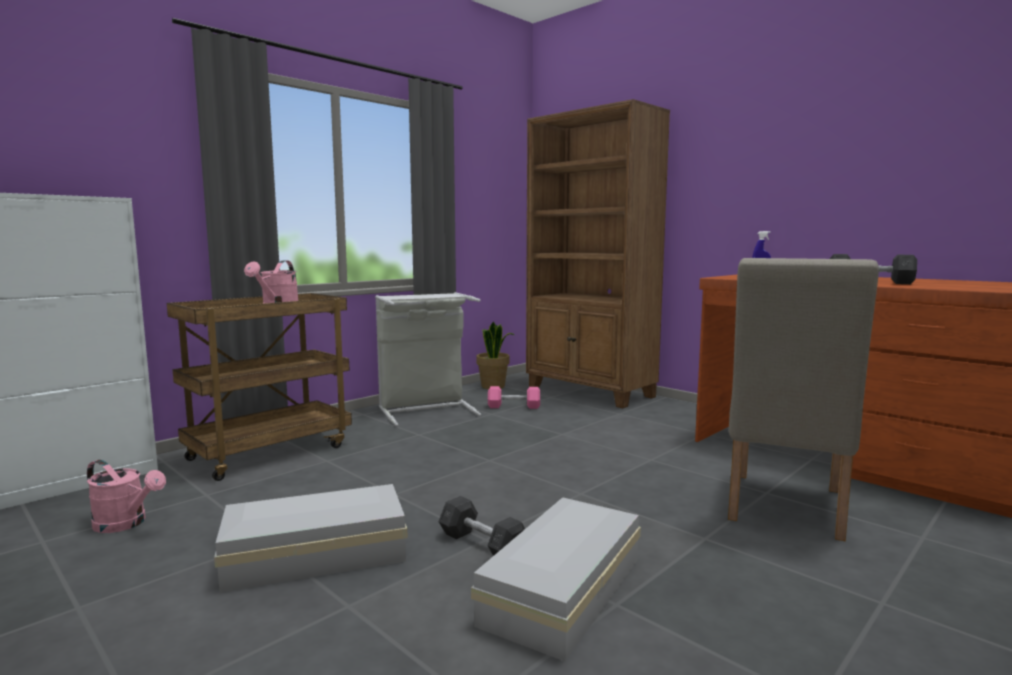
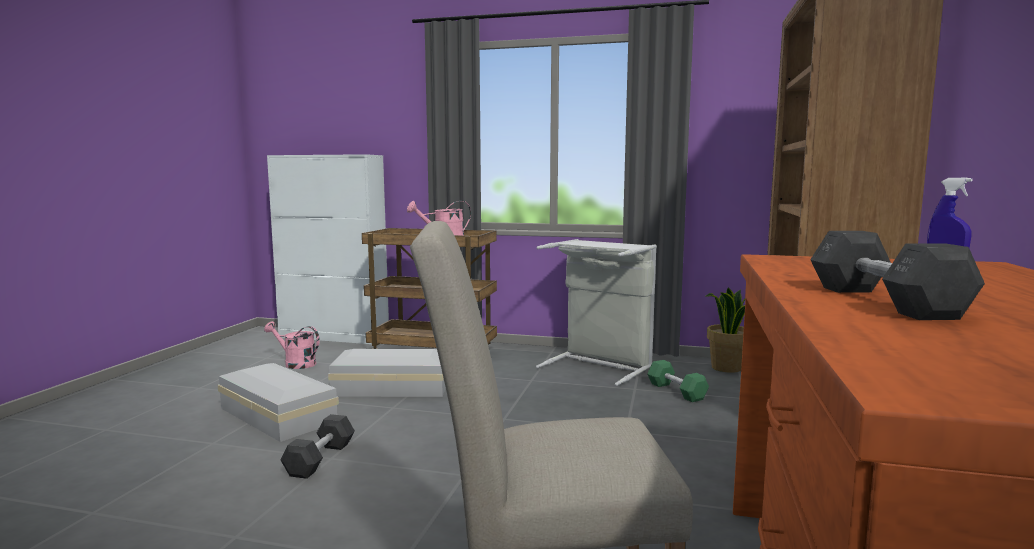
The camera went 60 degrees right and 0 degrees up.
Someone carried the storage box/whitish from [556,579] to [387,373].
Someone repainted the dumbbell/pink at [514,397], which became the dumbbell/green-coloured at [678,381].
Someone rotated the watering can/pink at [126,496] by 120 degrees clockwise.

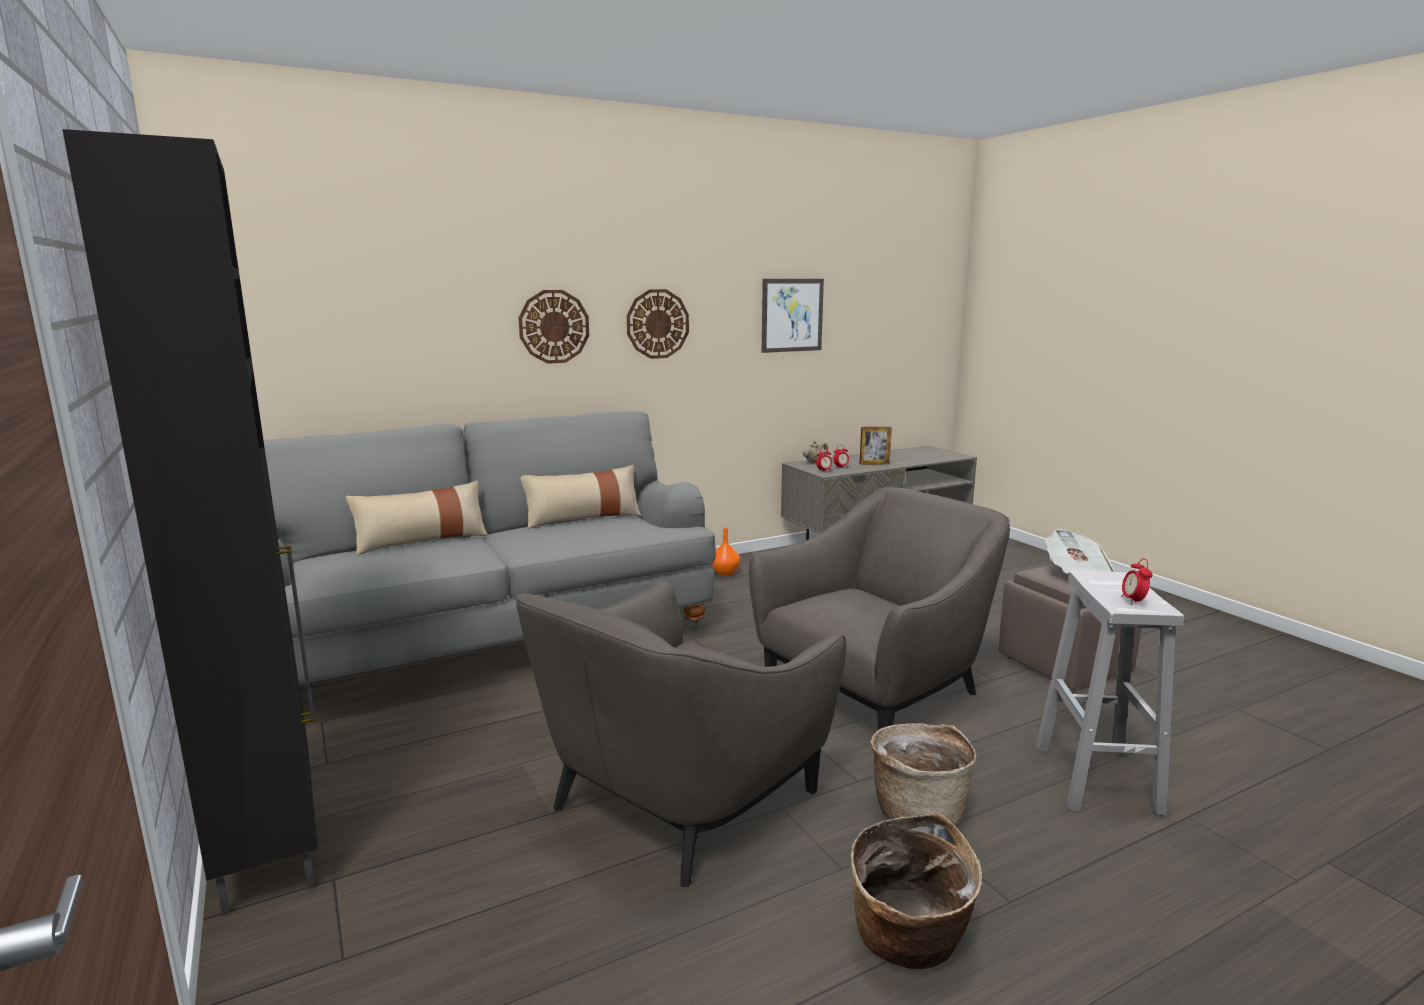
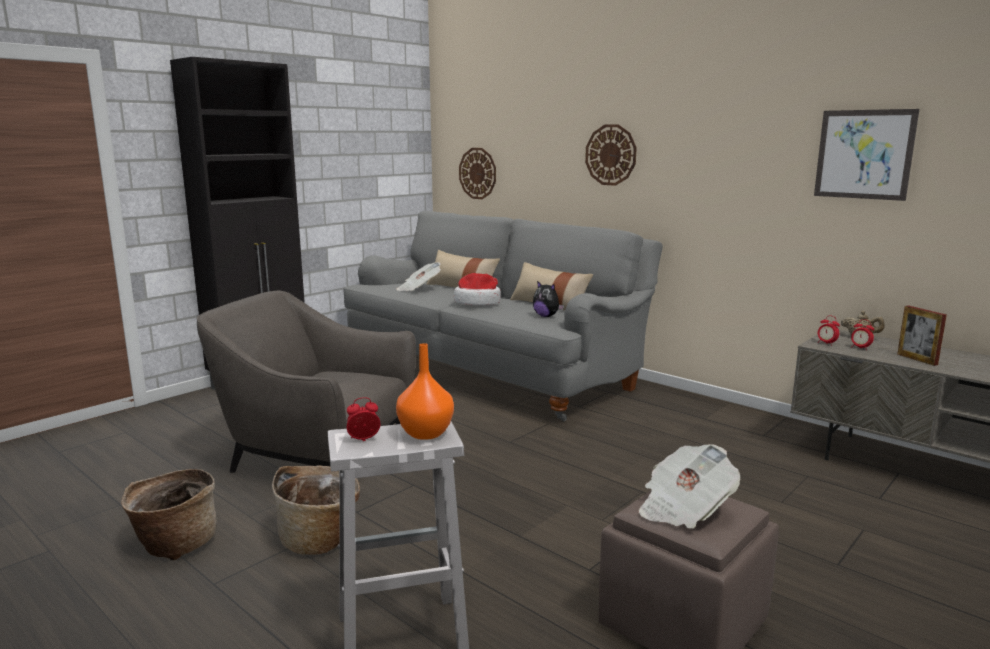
The camera went 70 degrees right and 0 degrees up.
Someone took away the easy chair/grey at [879,608].
Someone put down the newspaper at [419,276].
Someone put down the clothing hat at [477,289].
Someone put down the soft toy at [548,299].
Someone carried the wall clock from [658,324] to [477,173].
Someone carried the flower vase/orange from [726,551] to [425,391].

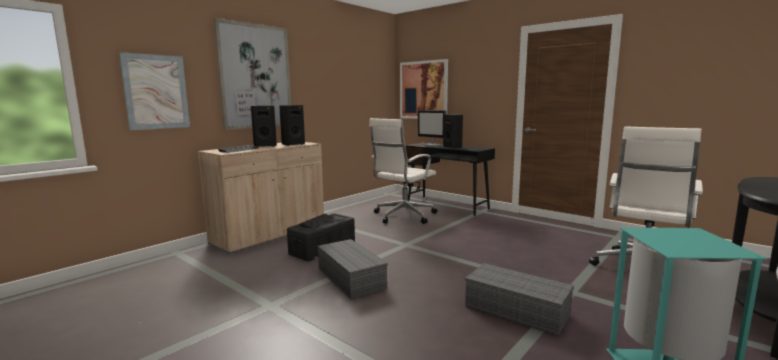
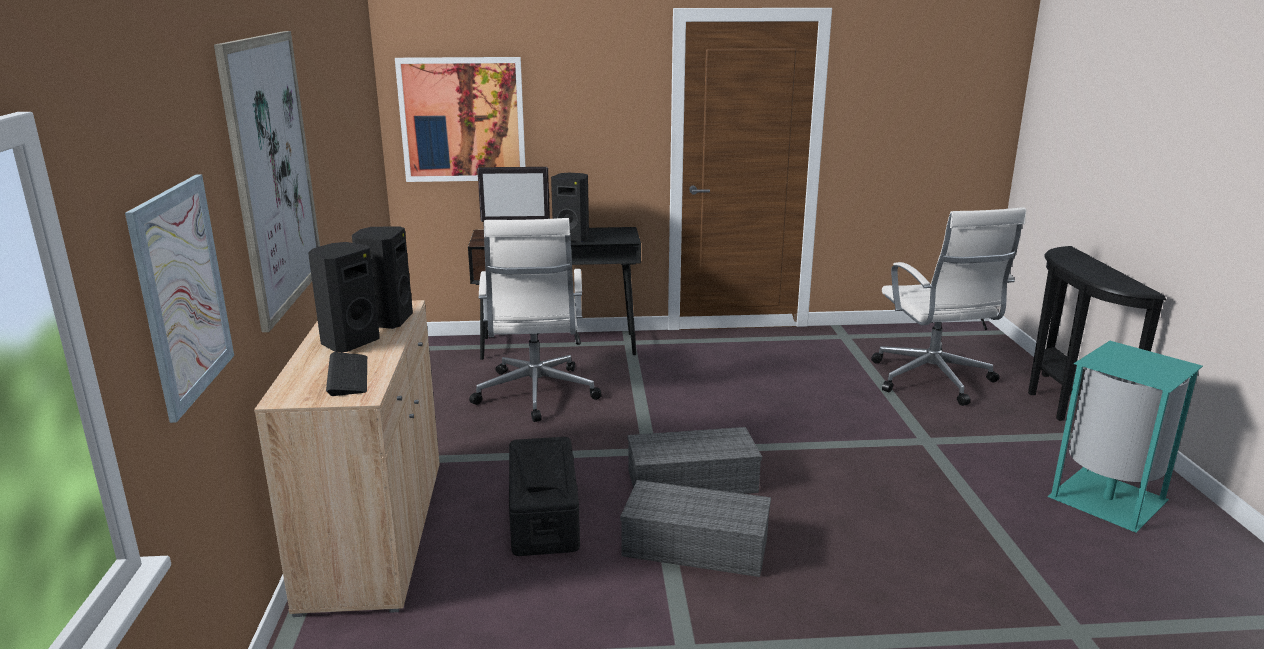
The camera went 45 degrees left and 10 degrees up.
Someone carried the storage box/grey from [519,299] to [694,460].

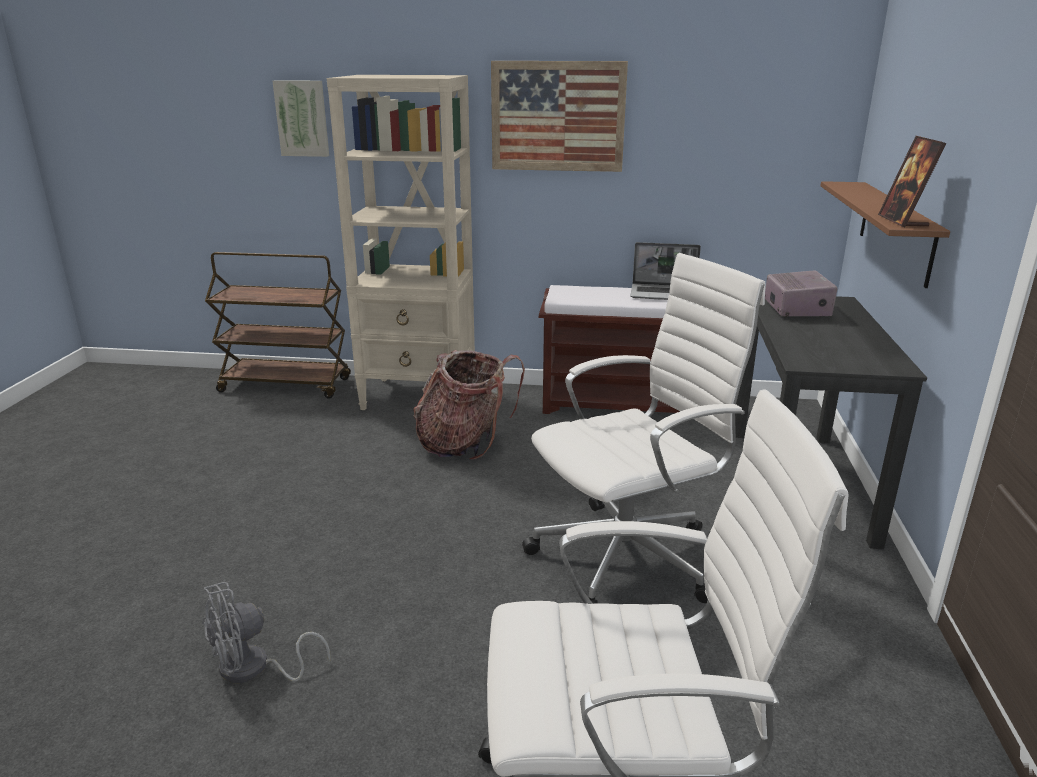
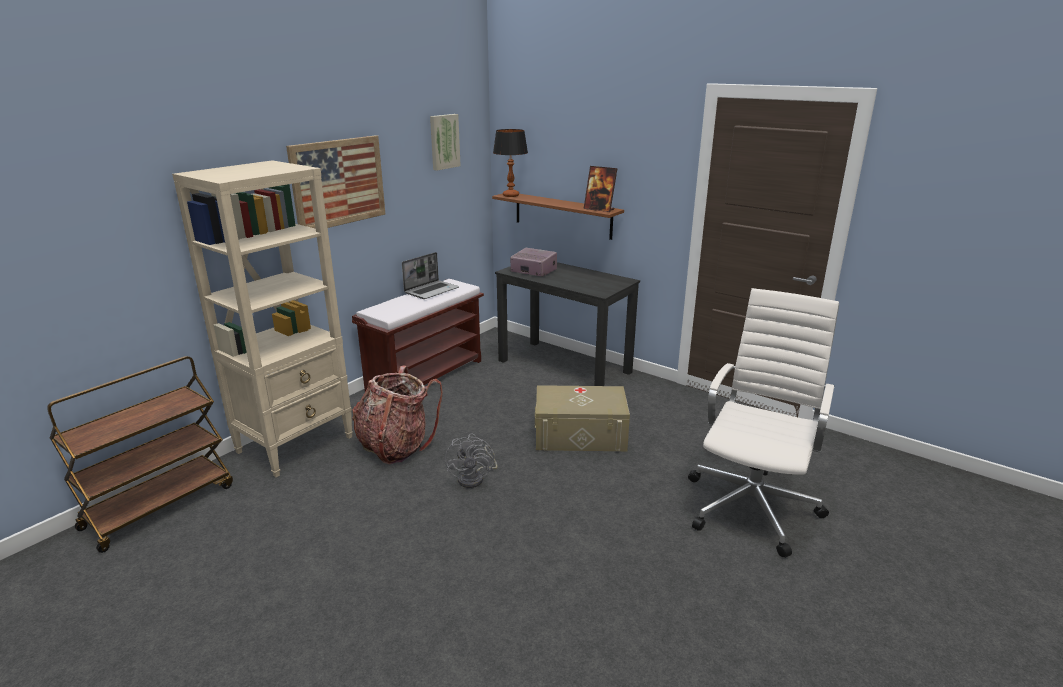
The camera went 60 degrees left and 0 degrees up.
Someone put down the table lamp at [510,163].
Someone carried the cooling fan/grey from [266,632] to [471,460].
Someone carried the wall art from [300,118] to [445,142].
Someone swapped the office chair/whitish at [644,428] for the storage box/sand-coloured at [582,418].

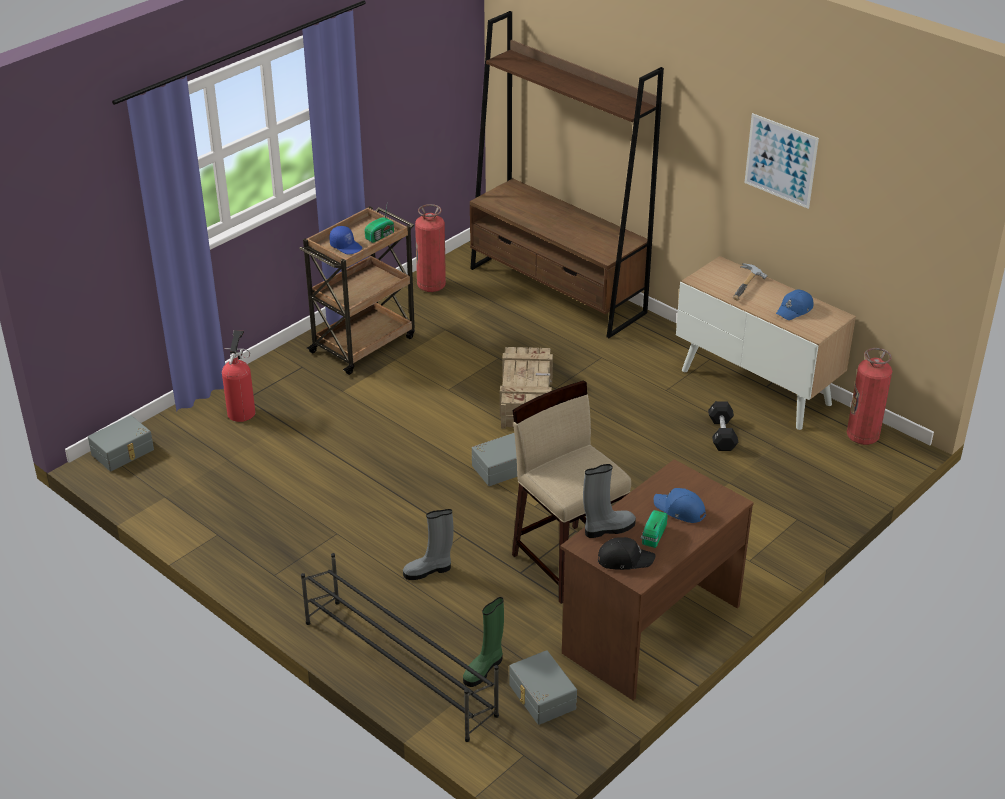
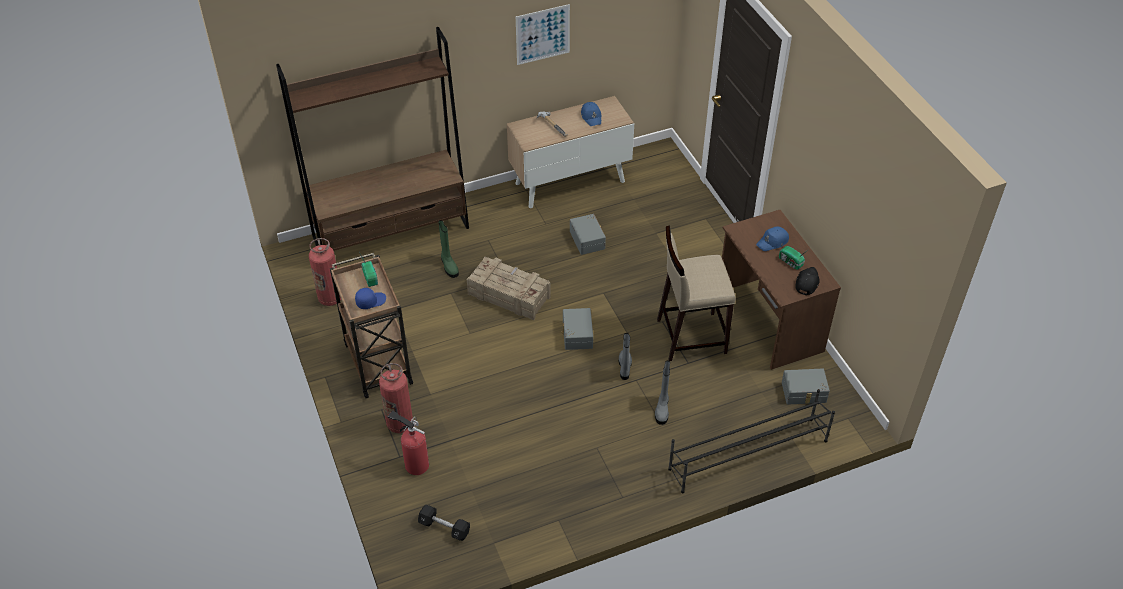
The camera went 65 degrees left and 10 degrees up.
Someone carried the storage box/grey from [121,443] to [588,234].
Someone carried the tall boot/green-coloured from [483,642] to [449,249].
Someone carried the tall boot/grey from [609,501] to [625,356].
Someone carried the dumbbell/blackish from [723,426] to [444,523].
Someone carried the fire-fighting cylinder from [869,396] to [396,398].

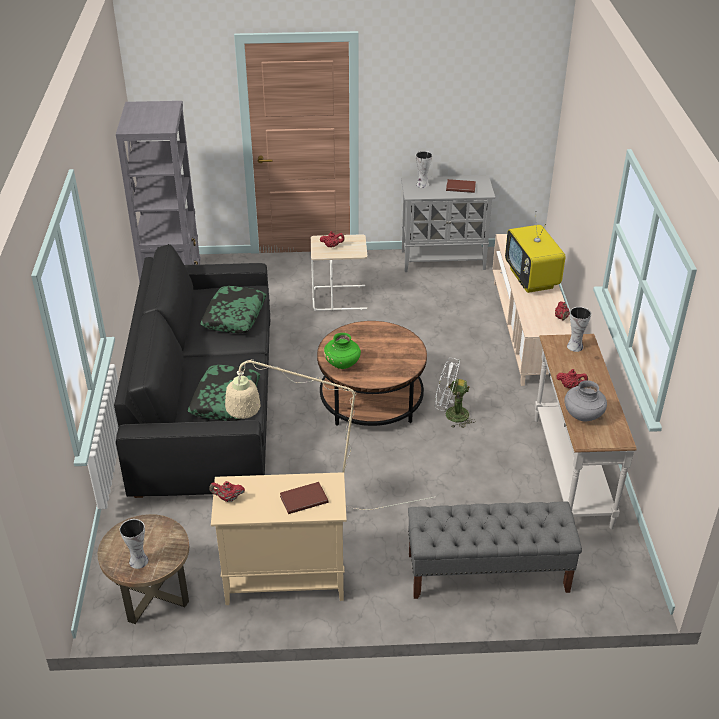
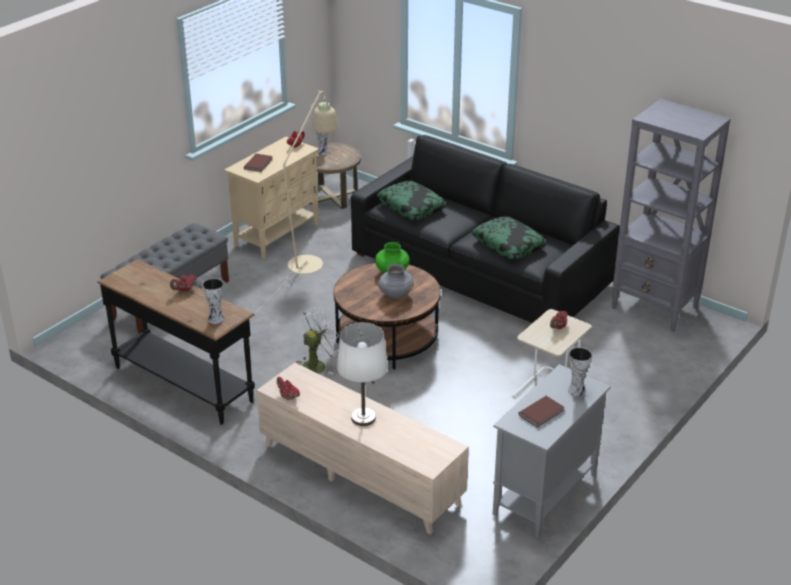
The camera went 130 degrees right and 5 degrees down.
Someone carried the flower vase/grey from [585,400] to [396,281].
Someone swapped the TV at [535,252] for the table lamp/whitish at [362,374].
Someone repainted the hall table/whitish at [586,431], which became the hall table/blackish at [176,342].

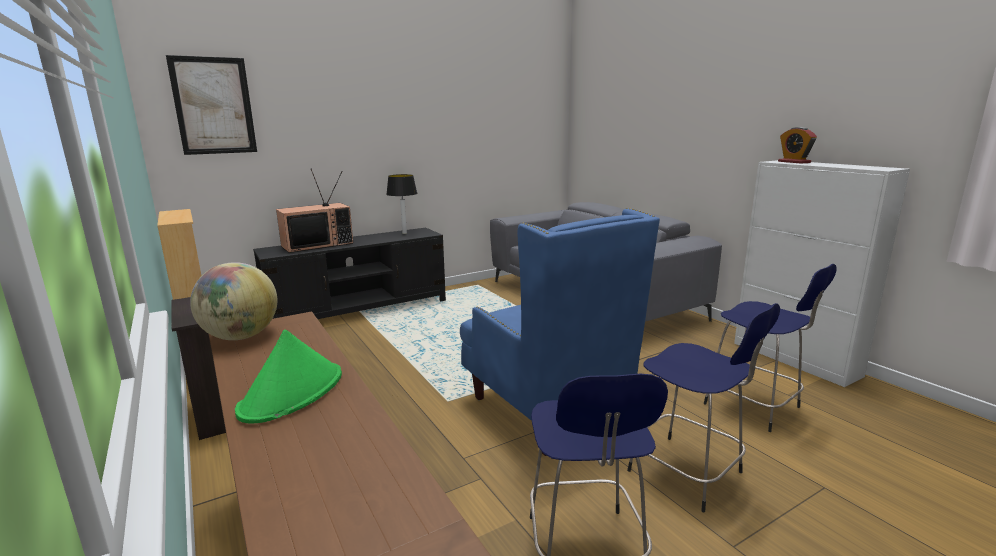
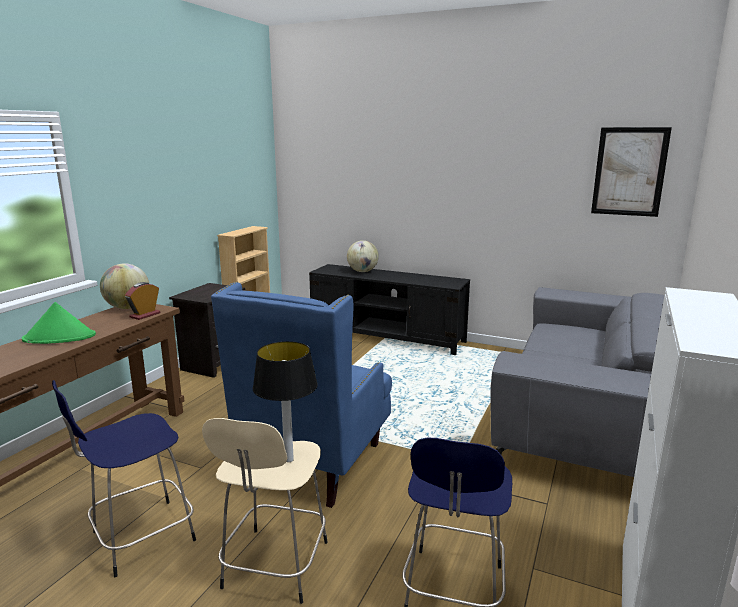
The camera went 55 degrees right and 0 degrees up.
Someone carried the wall art from [211,105] to [631,172].
Someone carried the table lamp from [401,204] to [285,401].
Someone carried the alarm clock from [797,145] to [142,301].
Someone swapped the TV at [314,211] for the world globe at [363,256].
Someone repainted the sitting stool/bluish at [703,408], which became the sitting stool/sand-coloured at [265,511].

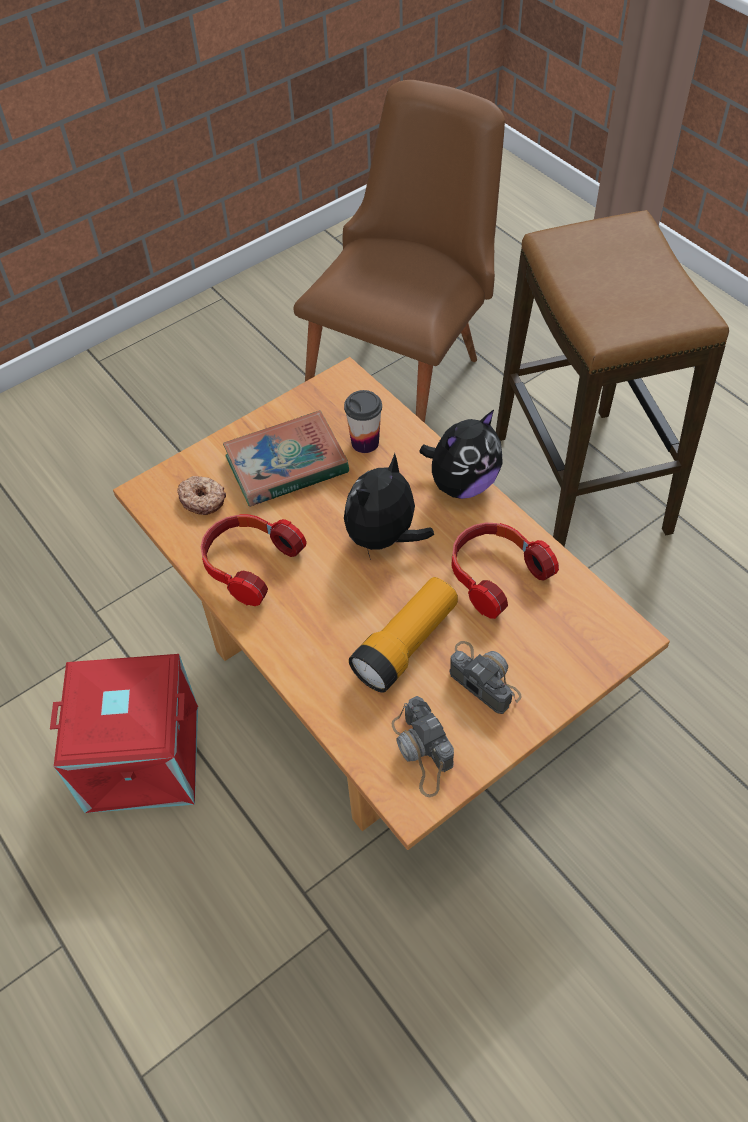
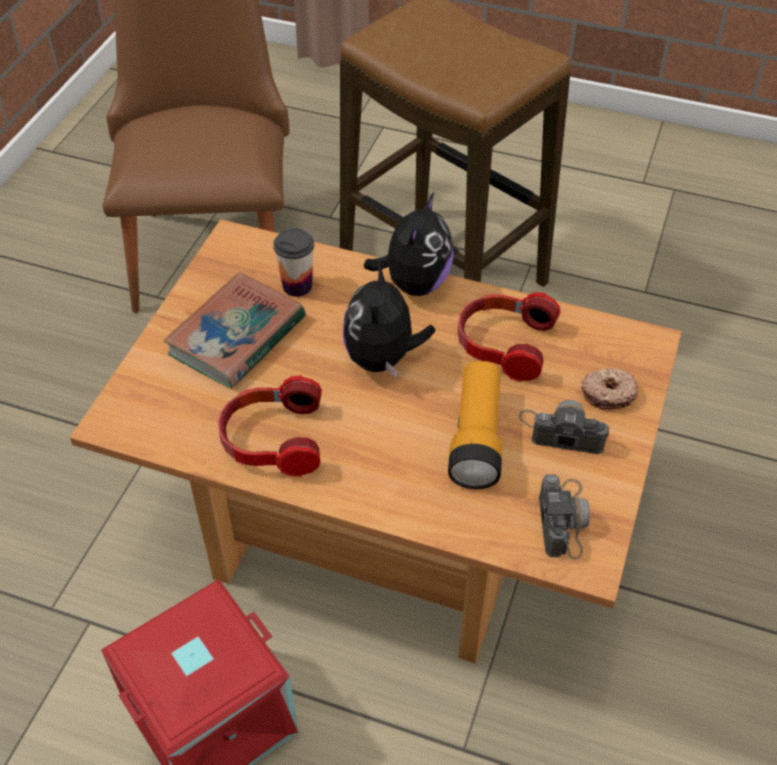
The camera went 35 degrees left and 5 degrees down.
Someone carried the donut from [201,495] to [609,388].
Someone rotated the still camera at [423,746] by 120 degrees counterclockwise.

